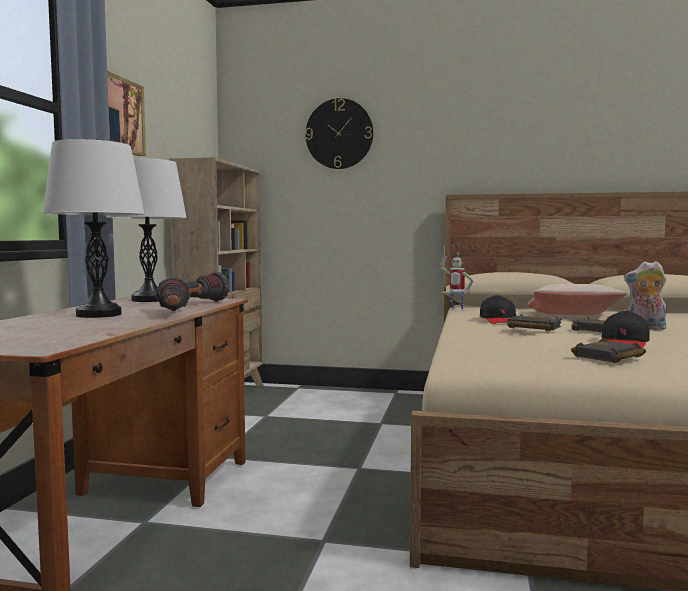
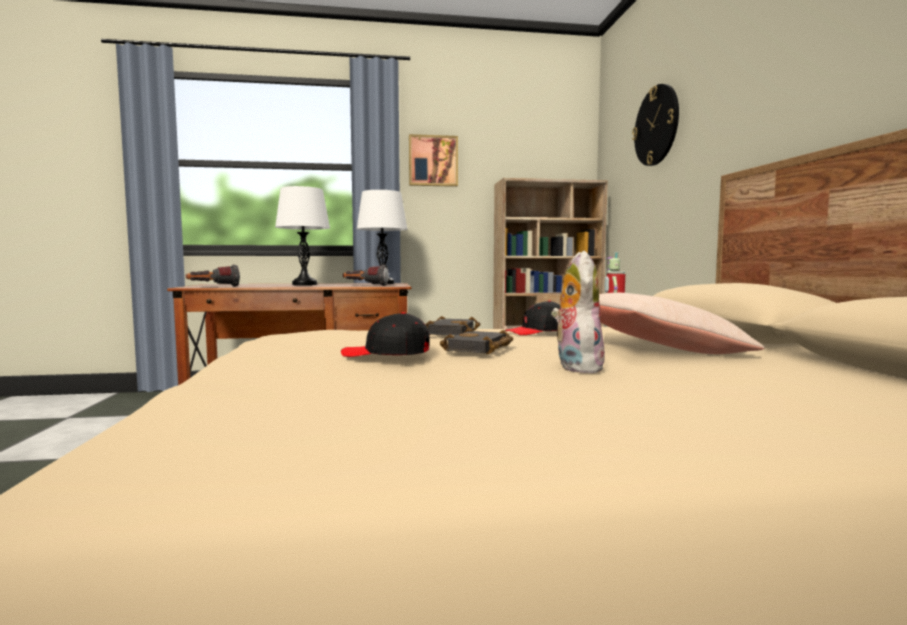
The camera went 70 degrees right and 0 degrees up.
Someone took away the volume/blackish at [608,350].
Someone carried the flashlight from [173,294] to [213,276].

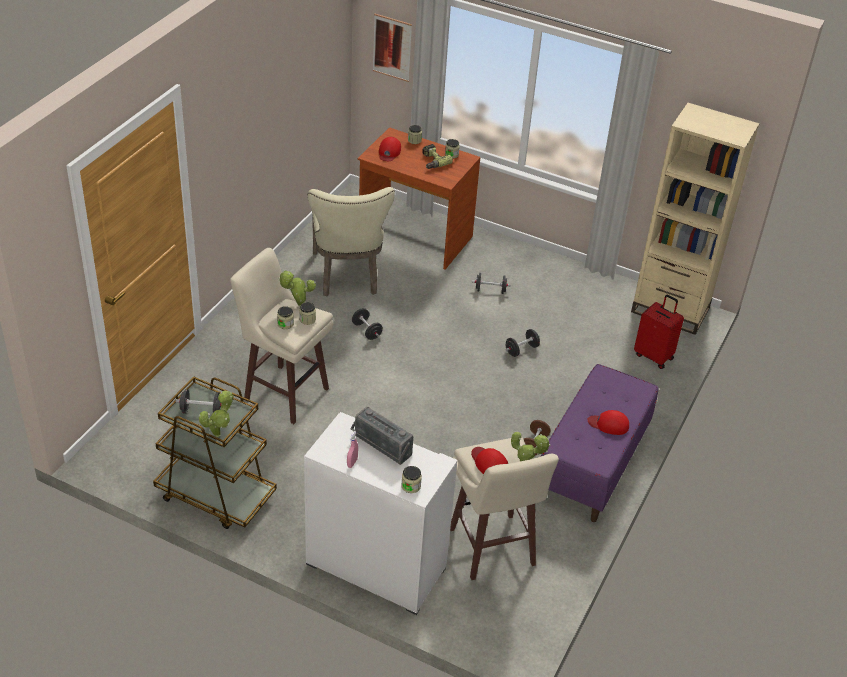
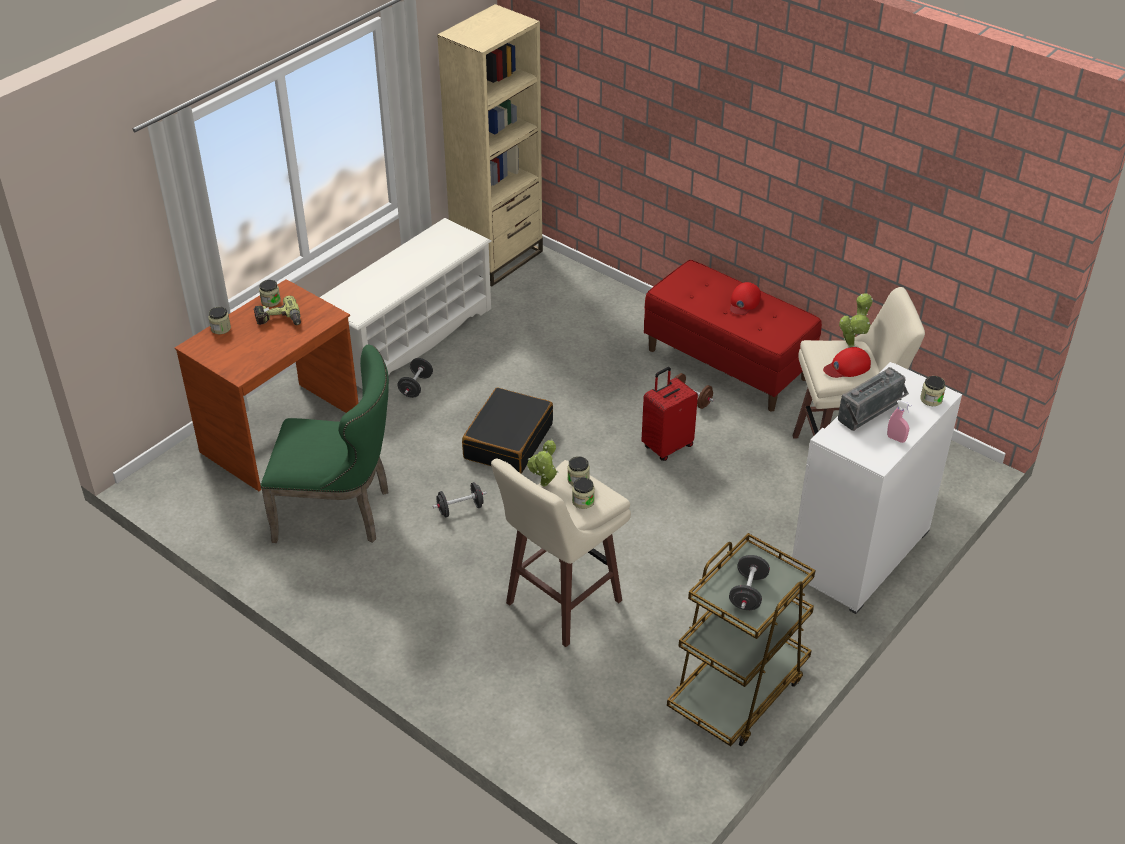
The camera went 75 degrees left and 0 degrees up.
Someone took away the potted plant at [216,414].
Someone took away the wall art at [392,48].
Someone took away the baseball cap/red at [390,149].
Someone took away the dumbbell/blackish at [523,343].
Someone put down the shoe stand/whitish at [405,303].
Someone put down the travel case/blackish at [507,430].
Someone carried the travel case/red from [659,332] to [669,414].
Someone repainted the plain chair/sand-coloured at [351,241], which became the plain chair/green-coloured at [325,444].
Someone repainted the indoor bench/purplish at [599,443], which became the indoor bench/red at [733,336].

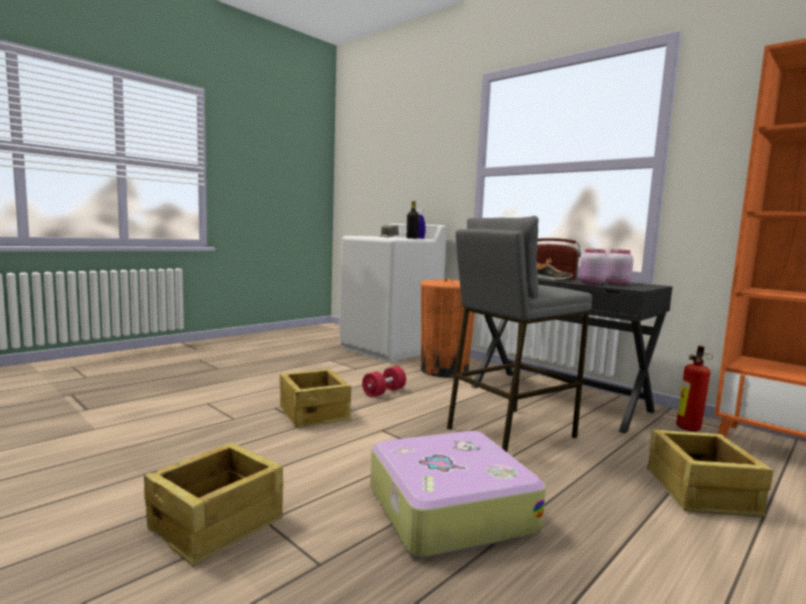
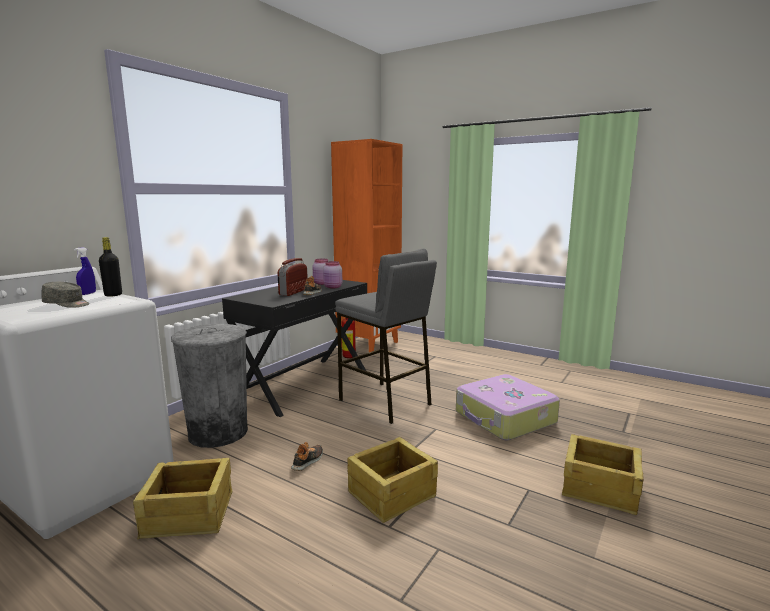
The camera went 100 degrees left and 5 degrees up.
Someone carried the crate from [709,473] to [182,498].
Someone swapped the dumbbell/red at [384,381] for the item of footwear at [307,456].
Someone repainted the rubbish bin/orange at [447,328], which became the rubbish bin/grey at [209,386].

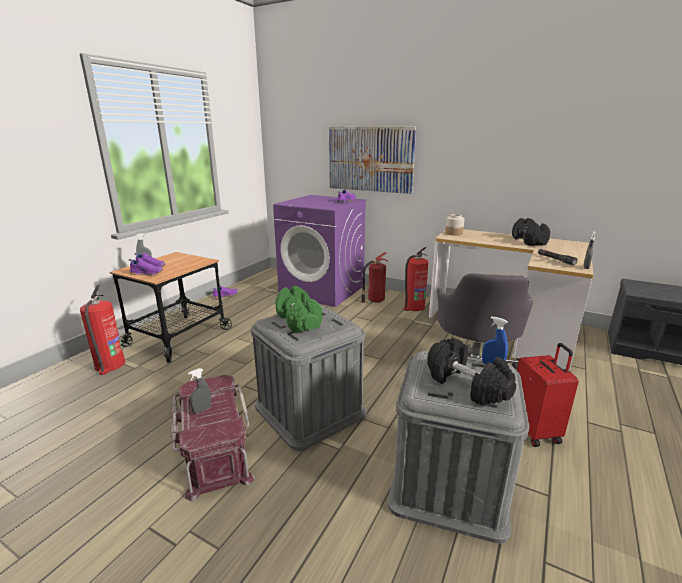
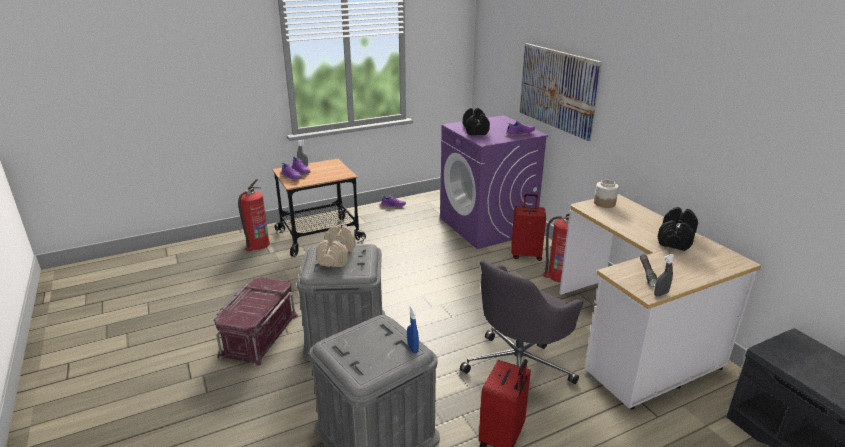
The camera went 35 degrees right and 5 degrees up.
Someone took away the spray bottle/grey at [199,391].
Someone carried the dumbbell/blackish from [471,371] to [476,121].
Someone swapped the fire-fighting cylinder at [374,277] for the travel case/red at [528,227].
Someone repainted the dumbbell/green-coloured at [298,309], which became the dumbbell/sand-coloured at [336,245].

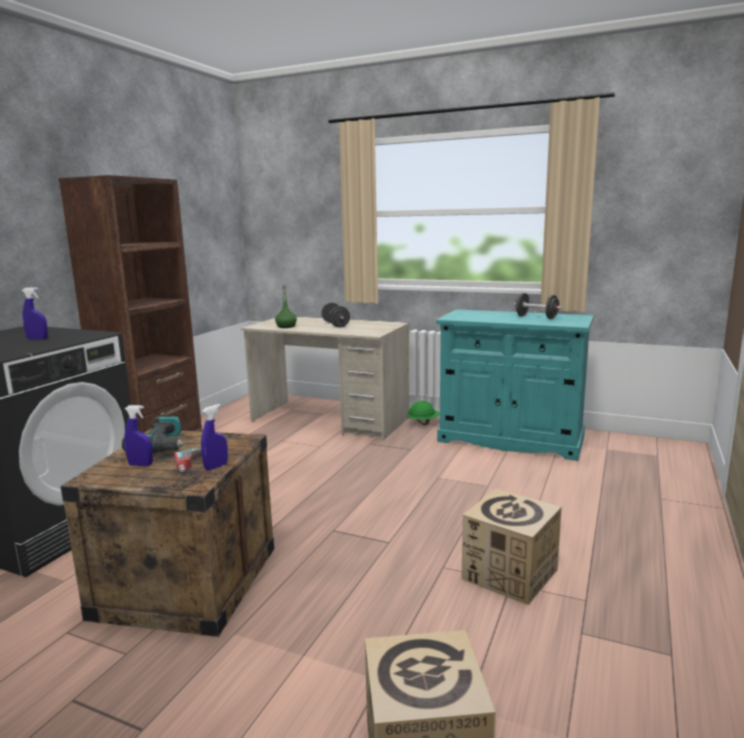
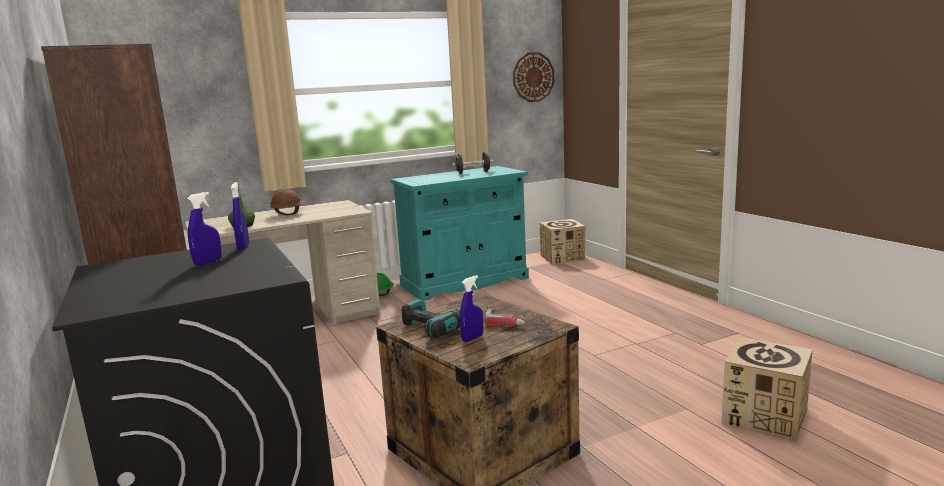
The camera went 50 degrees left and 0 degrees up.
Someone put up the wall clock at [533,77].
Someone carried the spray bottle/bluish from [214,437] to [240,216].
Someone carried the cardboard box from [511,546] to [563,242].
Someone swapped the dumbbell/blackish at [335,315] for the hard hat/brownish at [287,202].

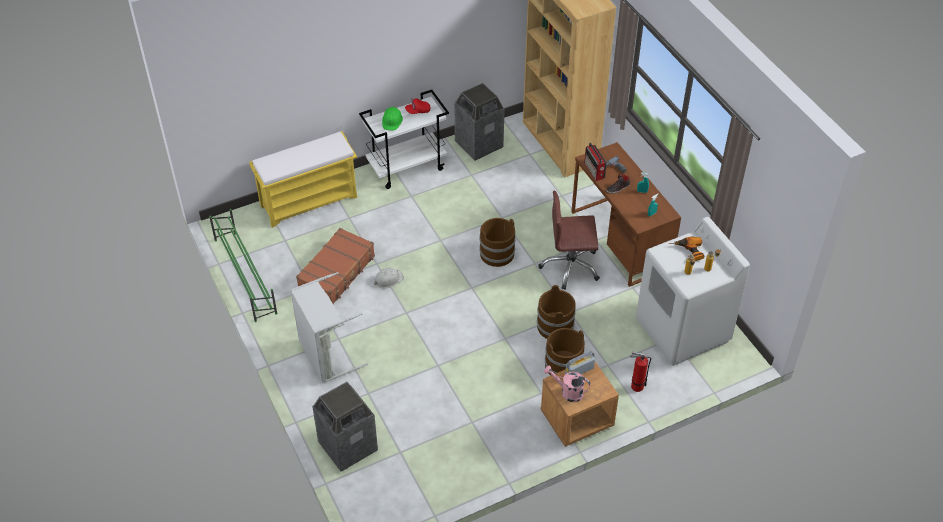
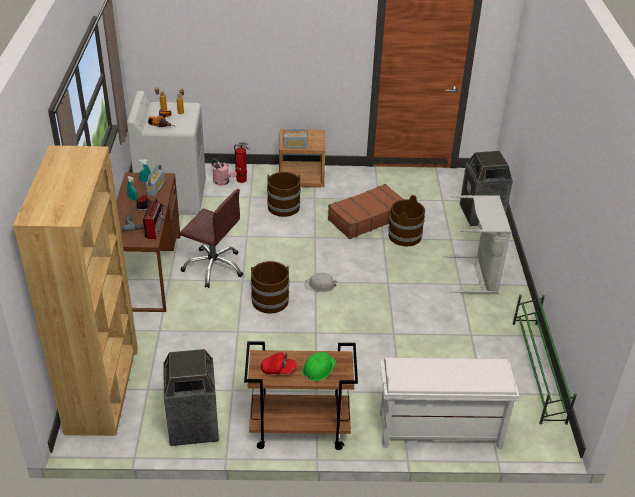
The camera went 155 degrees left and 10 degrees down.
Someone put down the radio set at [155,180].
Someone carried the travel case/brownish from [335,266] to [366,211].
Someone carried the hard hat/whitish from [389,278] to [321,282].
Someone carried the water bucket/brownish from [556,312] to [406,220].
Someone carried the watering can/pink from [567,383] to [224,172].
Someone repainted the indoor bench/yellow-coloured at [303,179], which became the indoor bench/whitish at [449,402].
Someone repainted the trolley/whitish at [404,139], which became the trolley/brownish at [301,395].

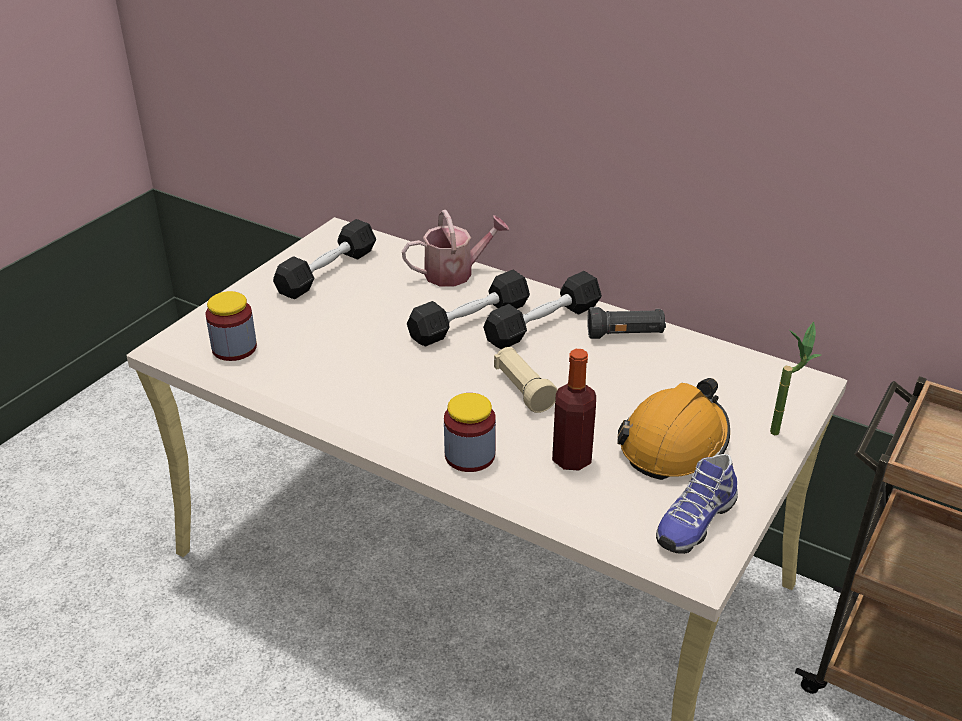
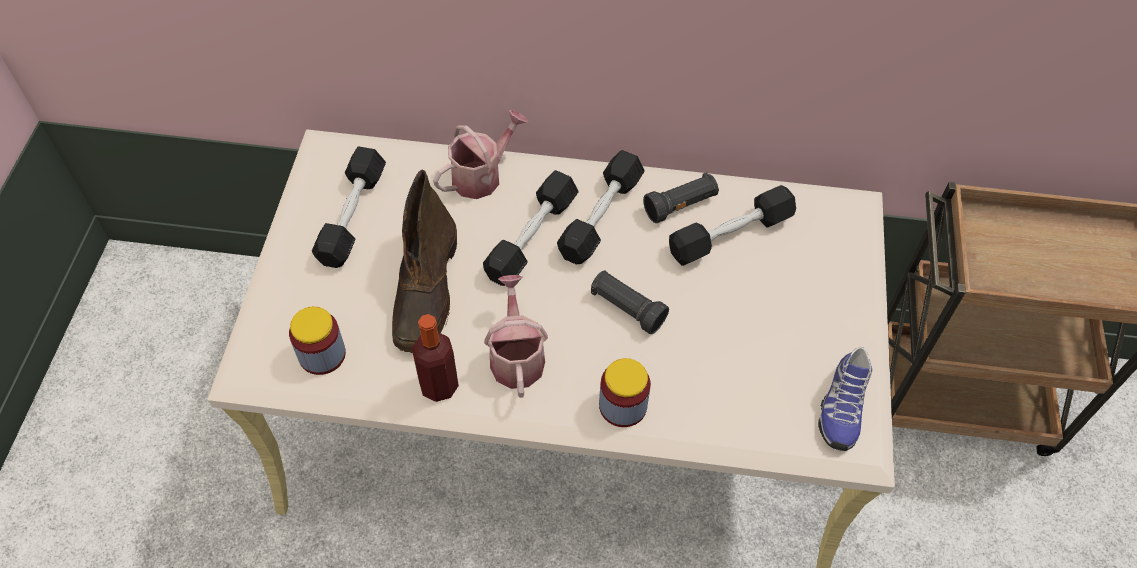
The camera went 25 degrees left and 20 degrees up.
Someone took away the hard hat/orange at [673,429].
Someone took away the potted plant at [795,378].
Someone put down the tall boot/brownish at [424,261].
Someone put down the watering can at [516,336].
Someone put down the dumbbell/blackish at [732,225].
Someone carried the drink bottle from [574,410] to [435,358].
Someone repainted the flashlight/sand-coloured at [526,380], which became the flashlight/blackish at [630,302].

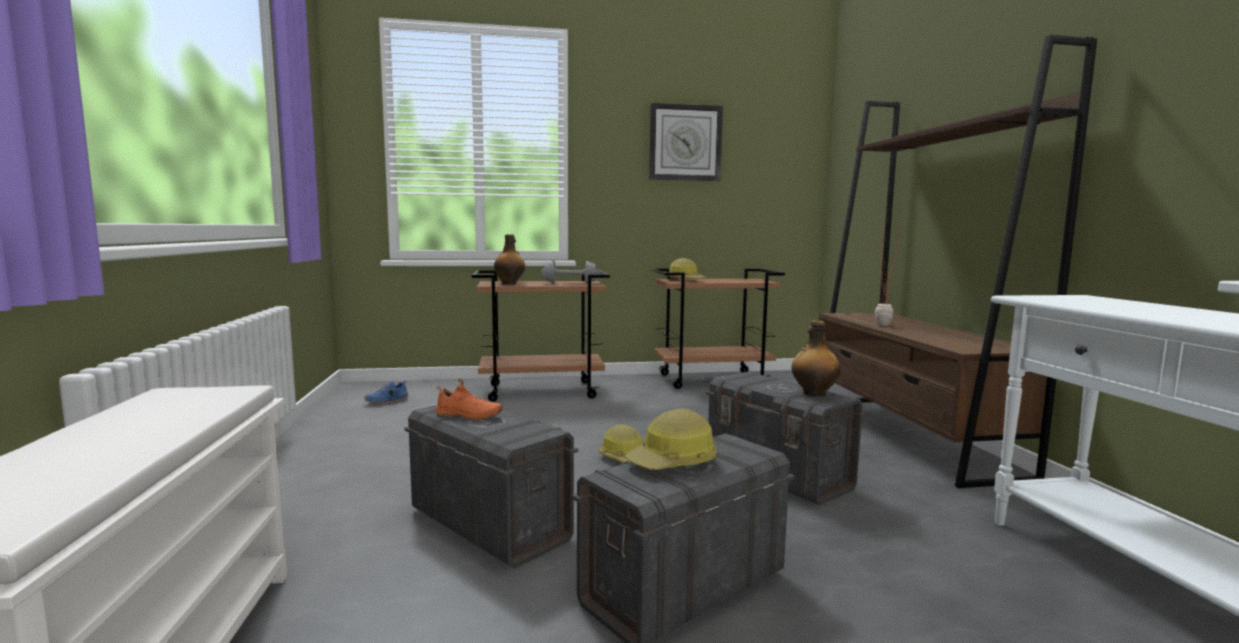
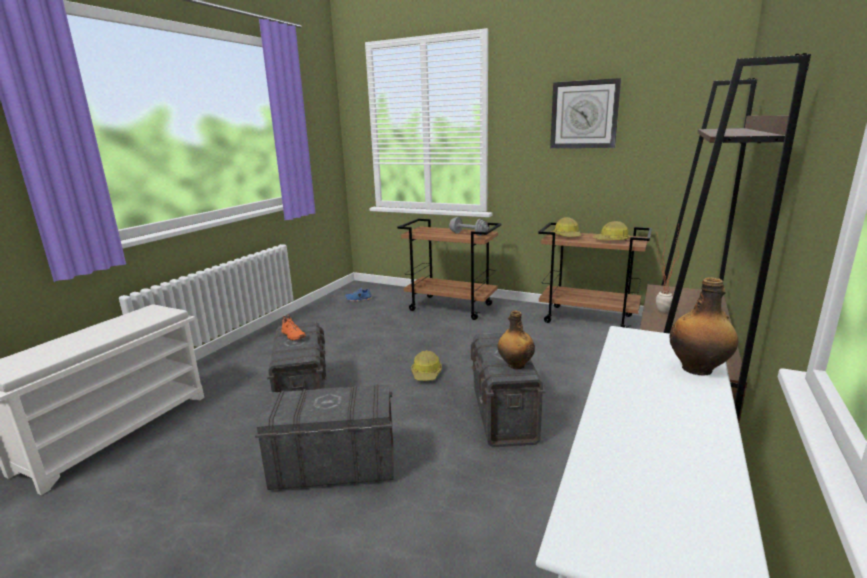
The camera went 35 degrees right and 10 degrees up.
Someone carried the drink bottle from [509,259] to [703,326].
Someone carried the hard hat from [670,439] to [611,230].

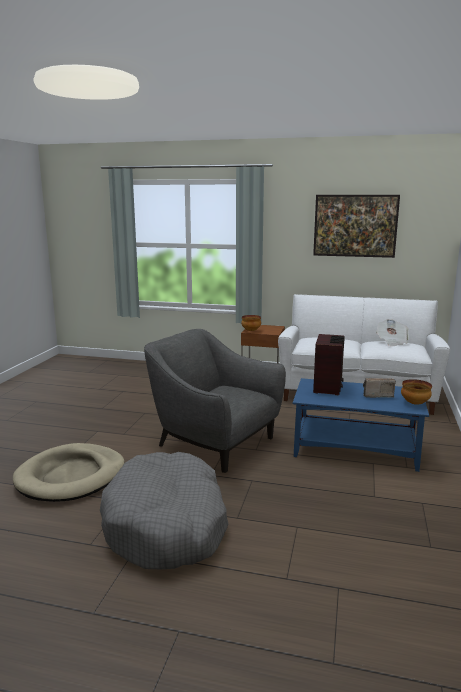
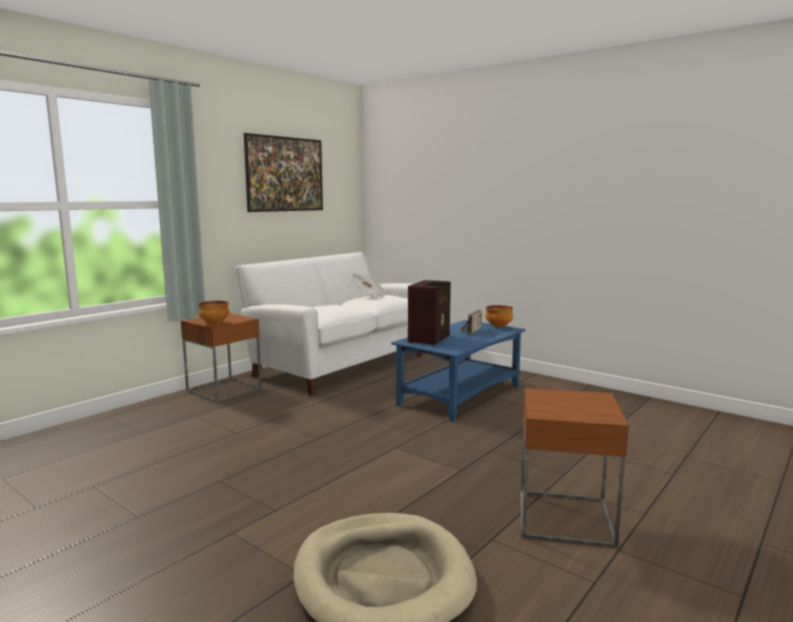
The camera went 65 degrees left and 5 degrees down.
Someone took away the easy chair/grey at [215,401].
Someone swapped the pet bed/grey at [164,510] for the accent table/brownish at [574,468].
Someone rotated the radio set at [329,364] by 75 degrees clockwise.

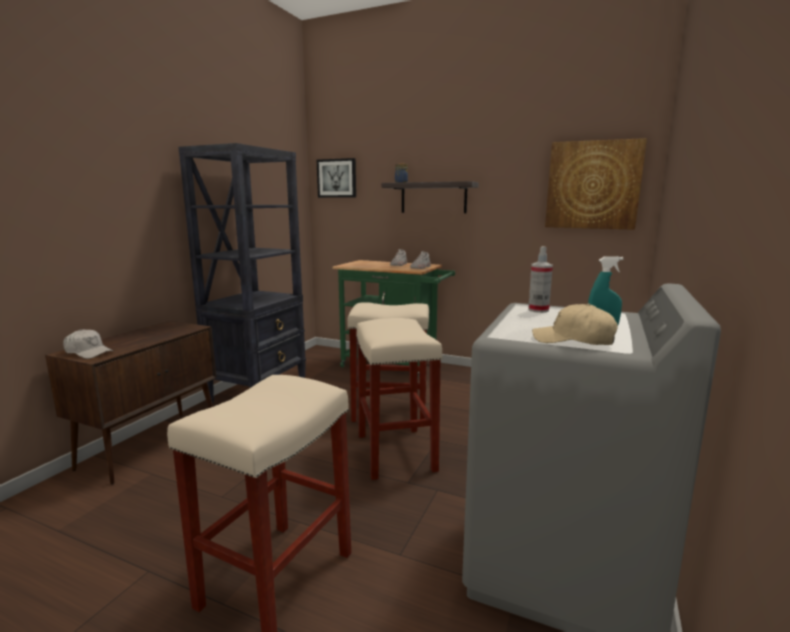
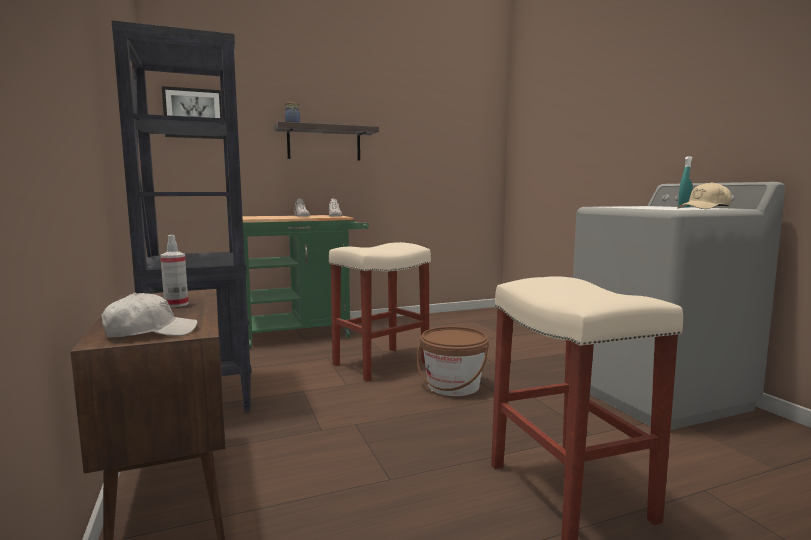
The camera went 45 degrees left and 5 degrees down.
Someone took away the wall art at [596,184].
Someone carried the spray bottle from [540,279] to [174,271].
Someone swapped the sitting stool/sand-coloured at [399,399] for the water bucket/brownish at [453,361].

